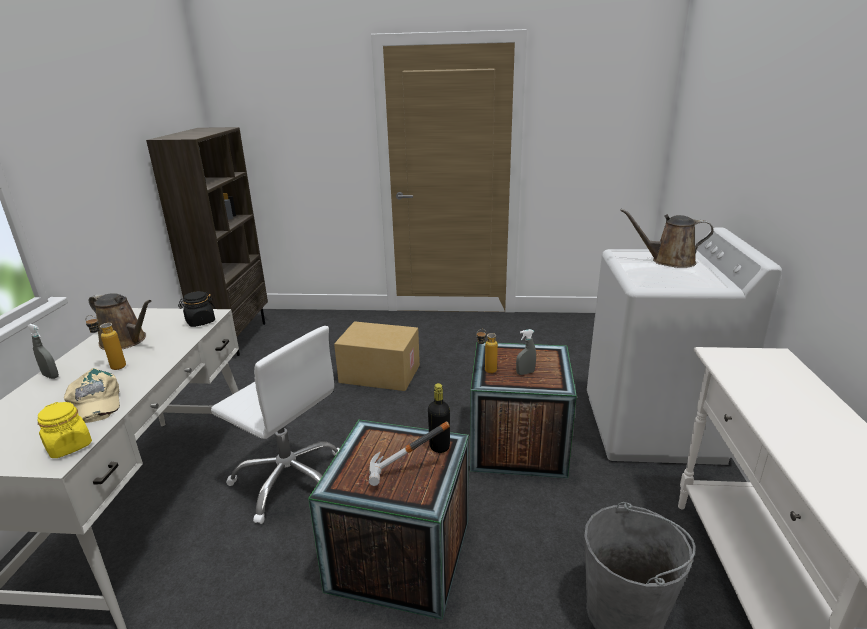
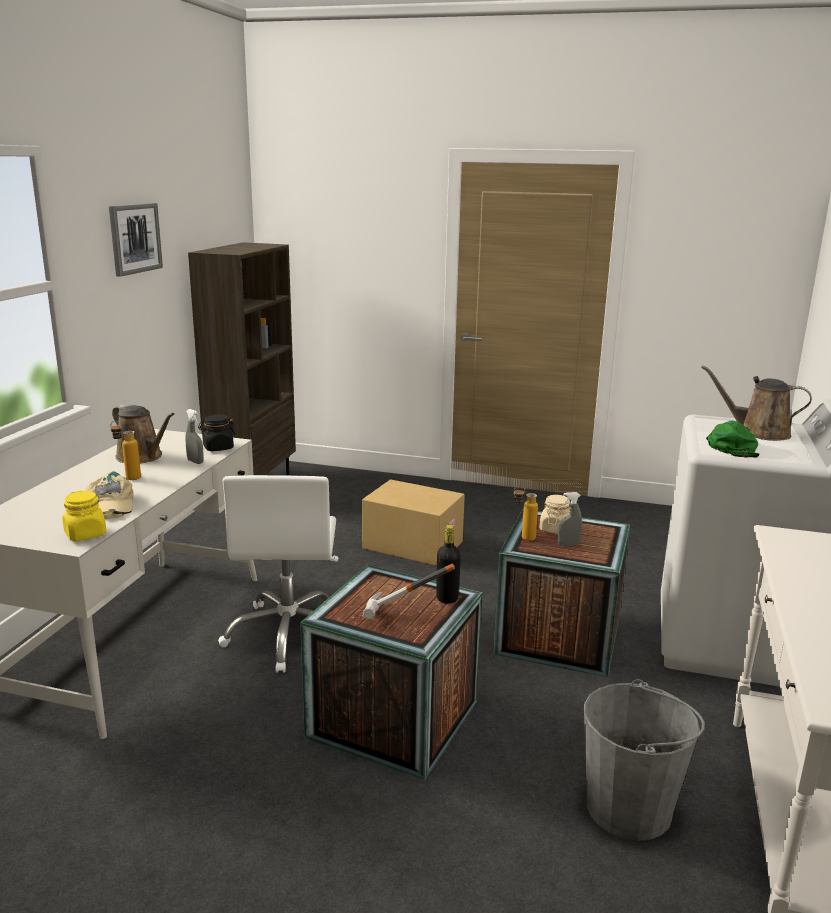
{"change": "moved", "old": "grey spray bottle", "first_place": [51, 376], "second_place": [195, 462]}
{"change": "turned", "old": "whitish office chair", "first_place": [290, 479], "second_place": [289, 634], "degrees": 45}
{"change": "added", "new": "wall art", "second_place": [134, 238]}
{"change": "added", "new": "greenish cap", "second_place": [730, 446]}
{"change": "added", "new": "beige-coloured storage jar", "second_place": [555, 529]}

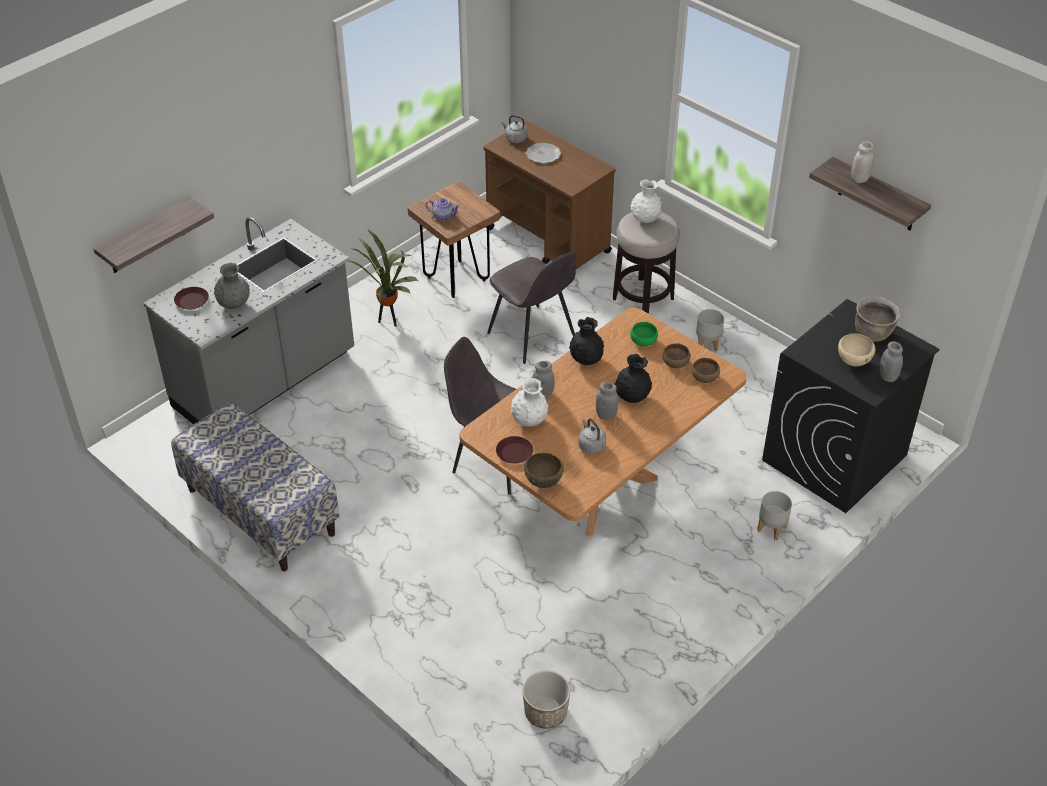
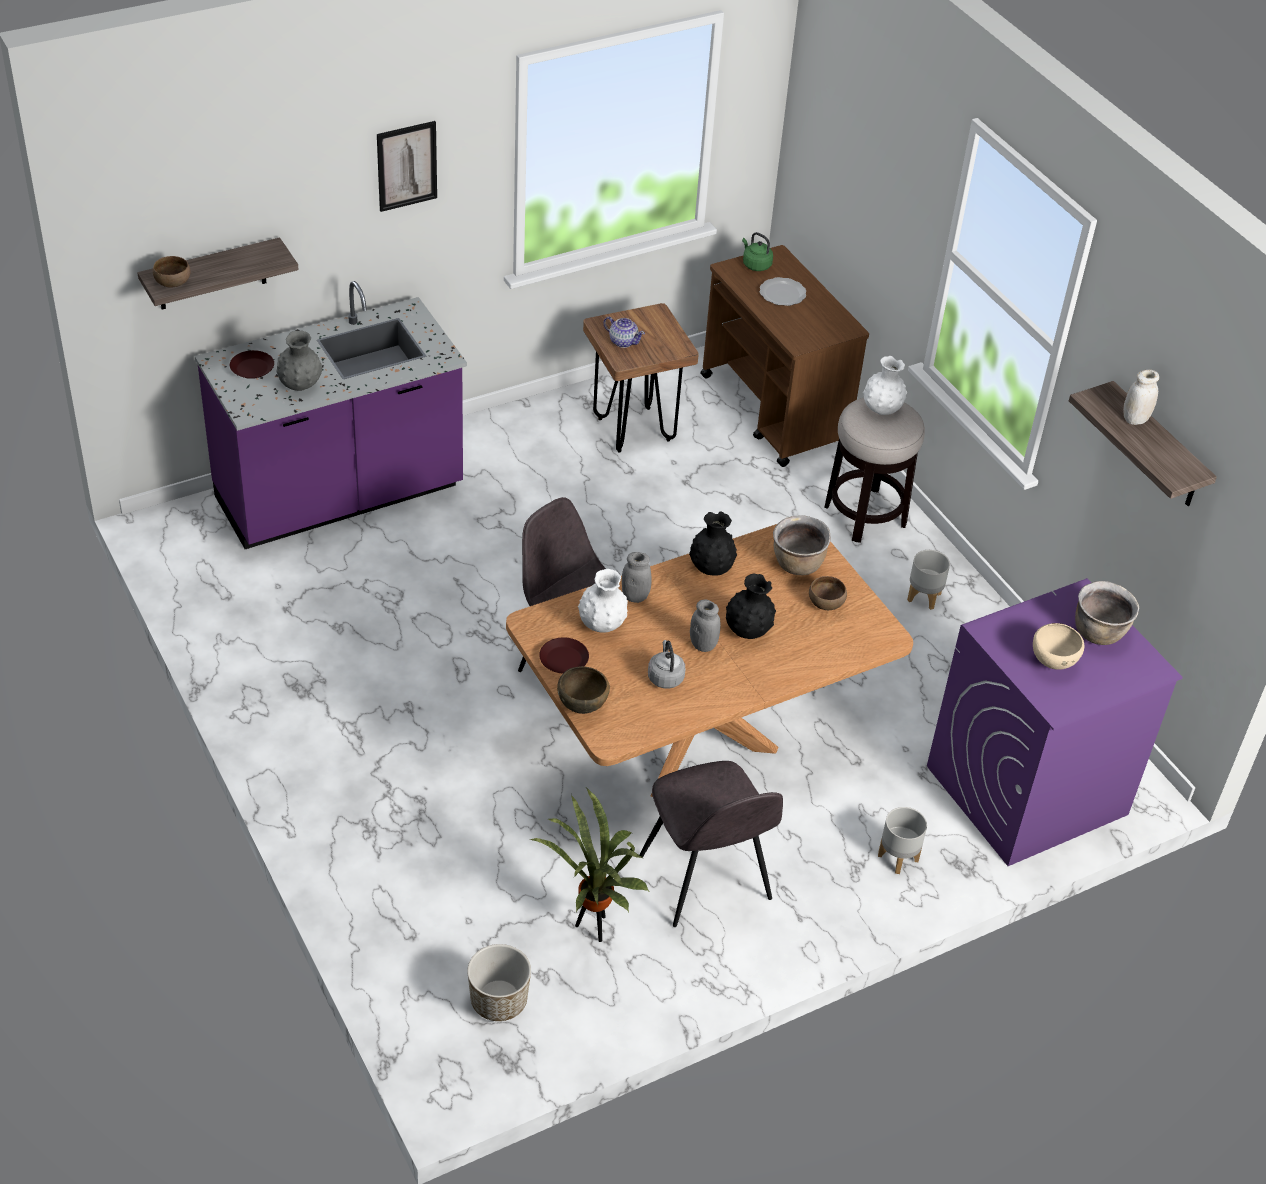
{"change": "recoloured", "old": "grey tea kettle", "new": "greenish tea kettle", "first_place": [515, 138], "second_place": [755, 265]}
{"change": "recoloured", "old": "grey counter", "new": "purple counter", "first_place": [266, 382], "second_place": [340, 497]}
{"change": "moved", "old": "plant in a pot", "first_place": [389, 321], "second_place": [593, 929]}
{"change": "moved", "old": "grey plain chair", "first_place": [532, 336], "second_place": [706, 880]}
{"change": "recoloured", "old": "black laundry machine", "new": "purple laundry machine", "first_place": [834, 458], "second_place": [1026, 791]}
{"change": "replaced", "old": "greenish bowl", "new": "brown stockpot", "first_place": [644, 342], "second_place": [797, 565]}
{"change": "removed", "old": "grey storage jar", "first_place": [888, 377]}
{"change": "moved", "old": "brown bowl", "first_place": [704, 377], "second_place": [172, 282]}
{"change": "removed", "old": "bench", "first_place": [260, 512]}
{"change": "added", "new": "wall art", "second_place": [407, 166]}

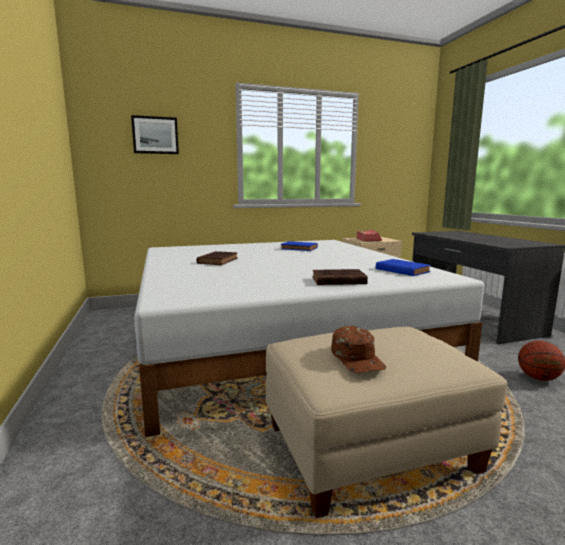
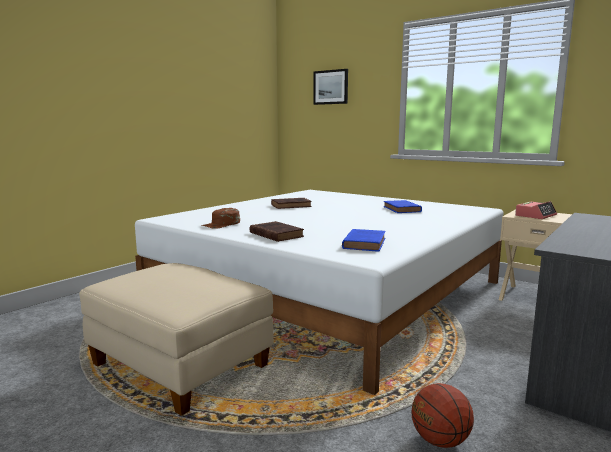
{"change": "moved", "old": "brown cap", "first_place": [357, 358], "second_place": [221, 224]}

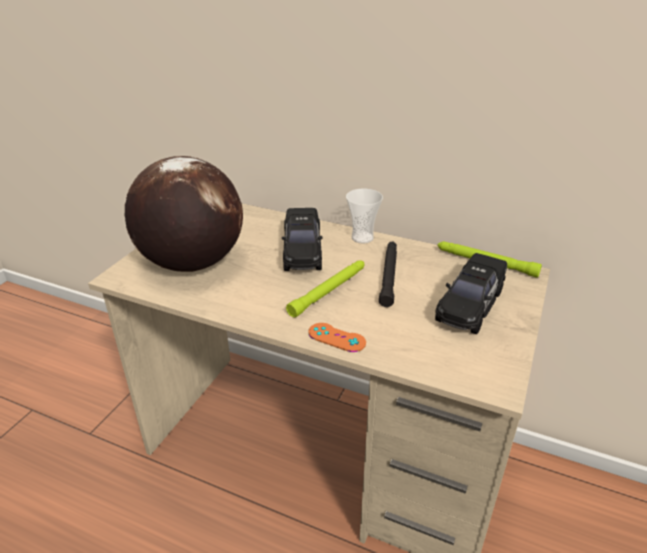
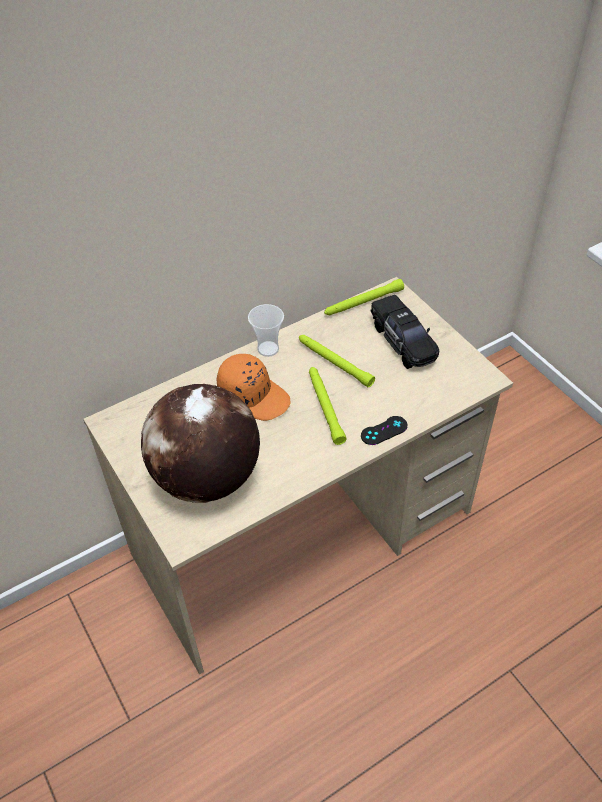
{"change": "replaced", "old": "black model car", "new": "orange cap", "first_place": [302, 251], "second_place": [254, 395]}
{"change": "recoloured", "old": "black flashlight", "new": "greenish flashlight", "first_place": [389, 275], "second_place": [334, 363]}
{"change": "recoloured", "old": "orange game controller", "new": "black game controller", "first_place": [336, 337], "second_place": [384, 430]}

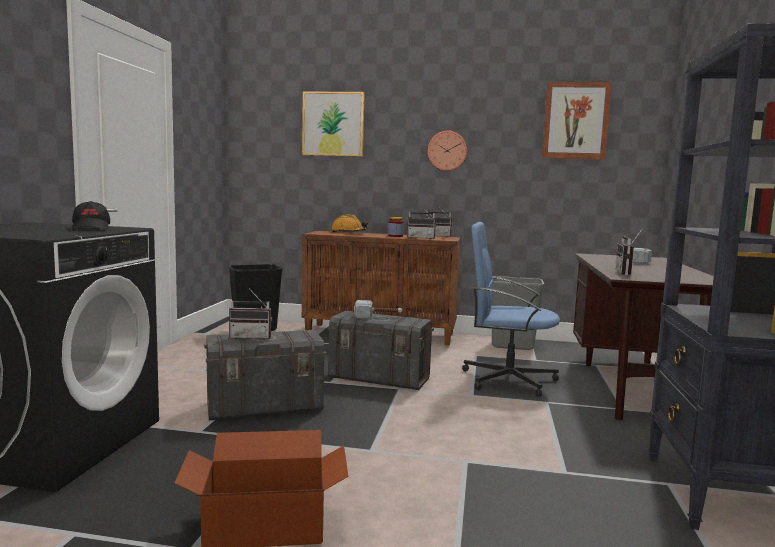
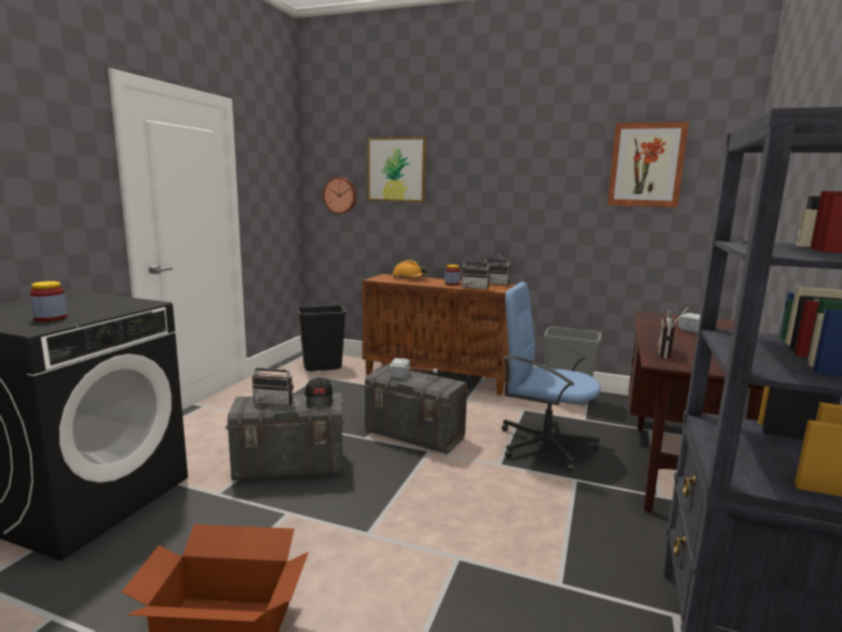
{"change": "moved", "old": "hanging clock", "first_place": [447, 151], "second_place": [340, 195]}
{"change": "moved", "old": "black cap", "first_place": [91, 228], "second_place": [319, 400]}
{"change": "added", "new": "storage jar", "second_place": [51, 318]}

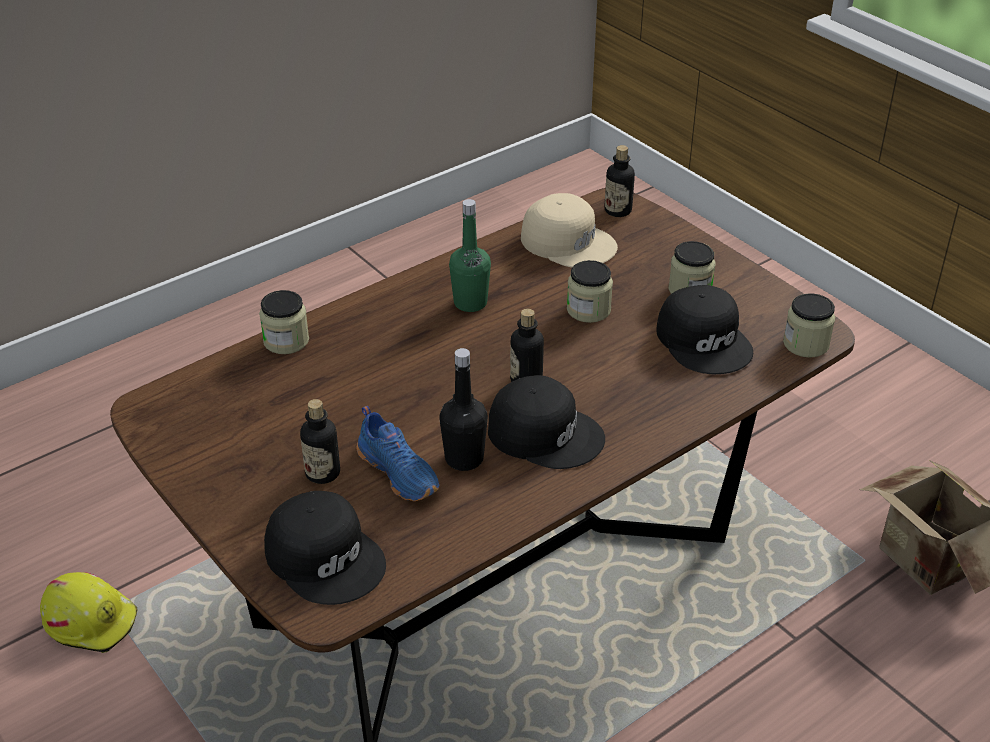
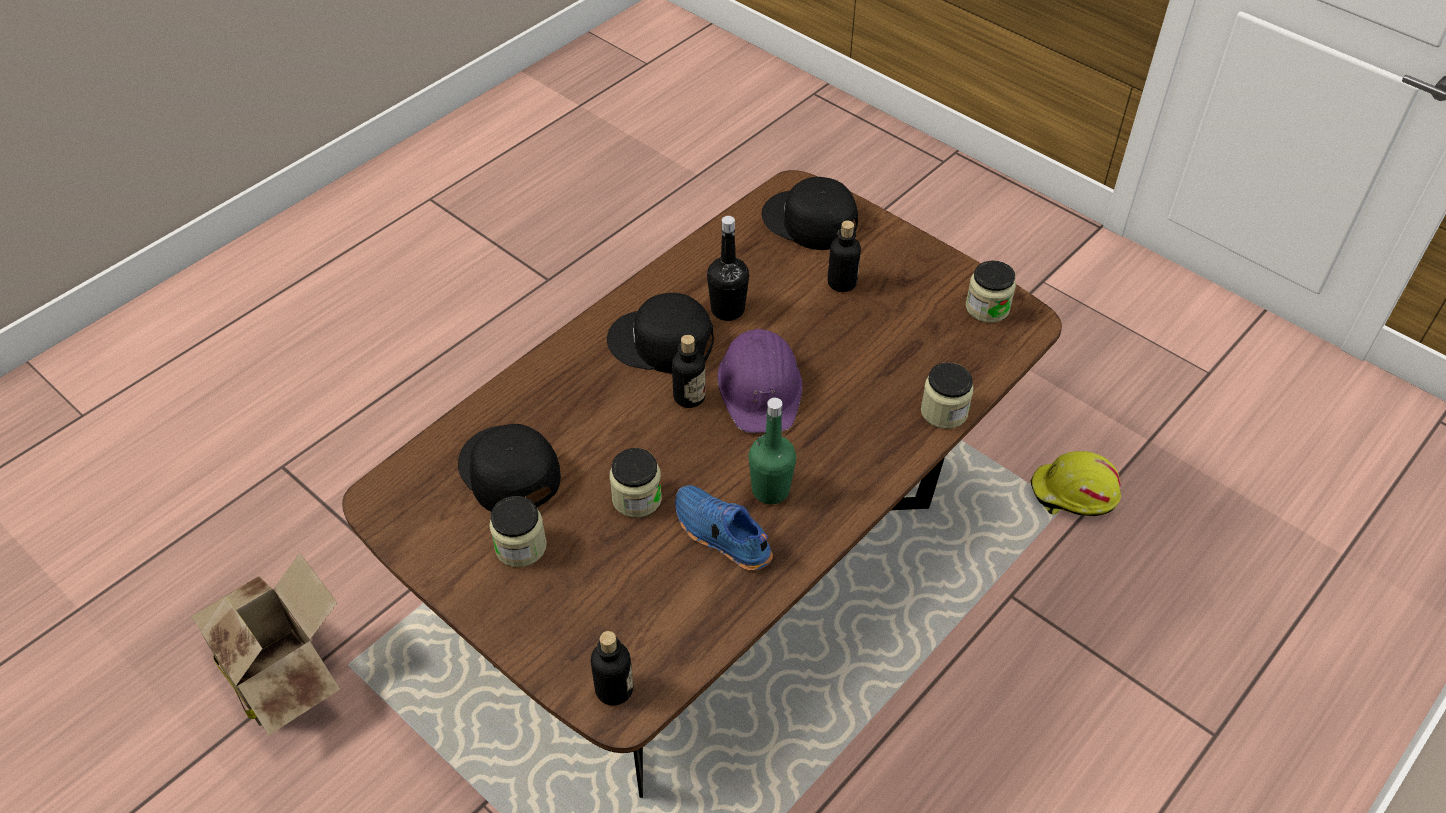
{"change": "removed", "old": "beige-coloured cap", "first_place": [568, 242]}
{"change": "moved", "old": "storage jar", "first_place": [806, 344], "second_place": [987, 308]}
{"change": "moved", "old": "bluish shoe", "first_place": [400, 472], "second_place": [720, 536]}
{"change": "added", "new": "purple work helmet", "second_place": [760, 387]}

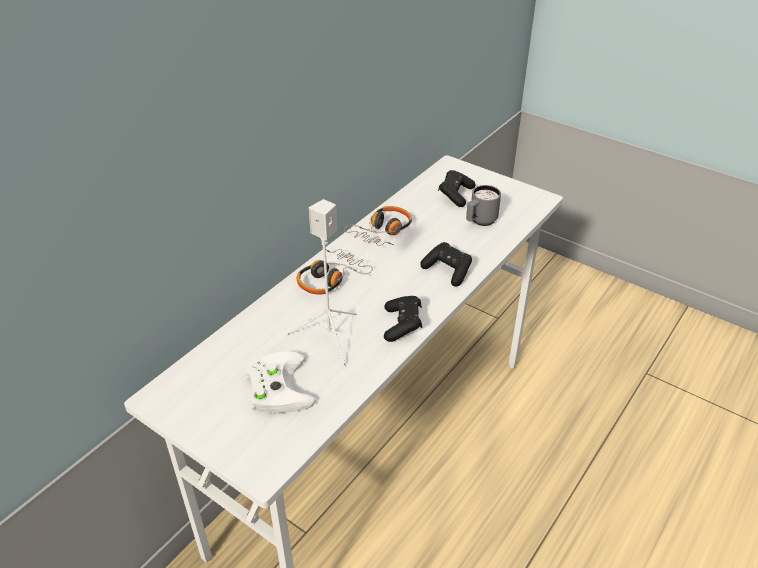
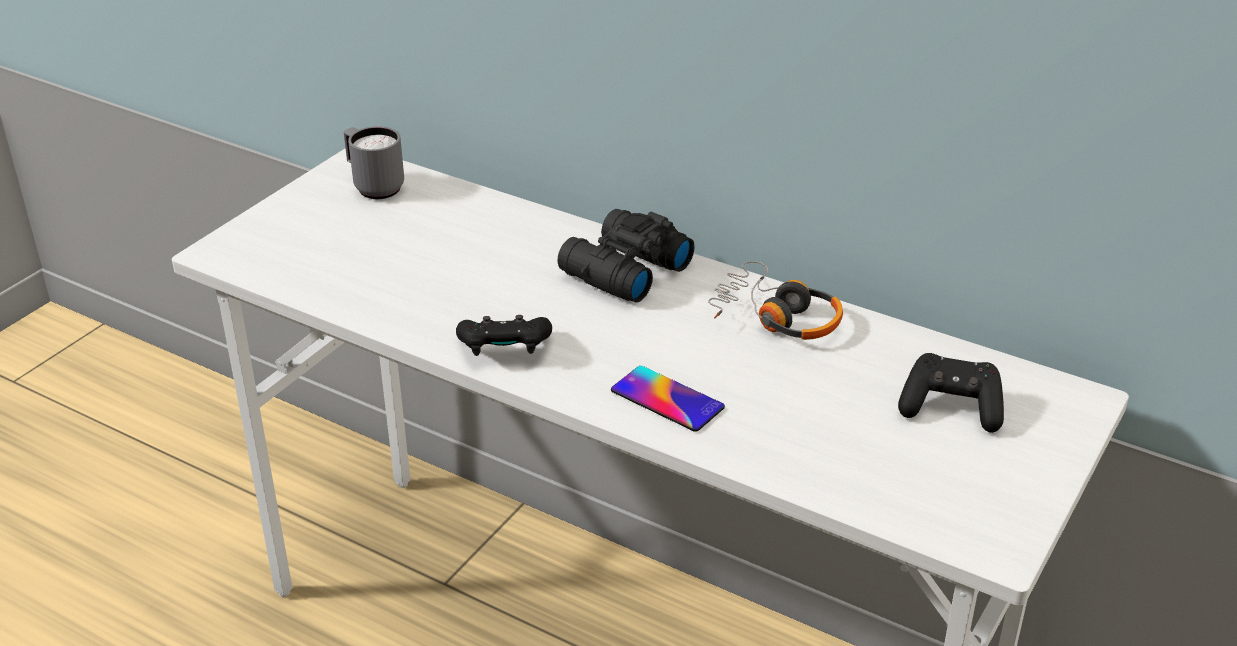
{"change": "moved", "old": "grey tea mug", "first_place": [480, 221], "second_place": [374, 187]}
{"change": "removed", "old": "whitish audio speaker", "first_place": [330, 338]}
{"change": "replaced", "old": "black game controller", "new": "handset", "first_place": [447, 271], "second_place": [667, 399]}
{"change": "replaced", "old": "pair of headphones", "new": "black binoculars", "first_place": [330, 278], "second_place": [622, 271]}
{"change": "removed", "old": "whitish game controller", "first_place": [276, 386]}

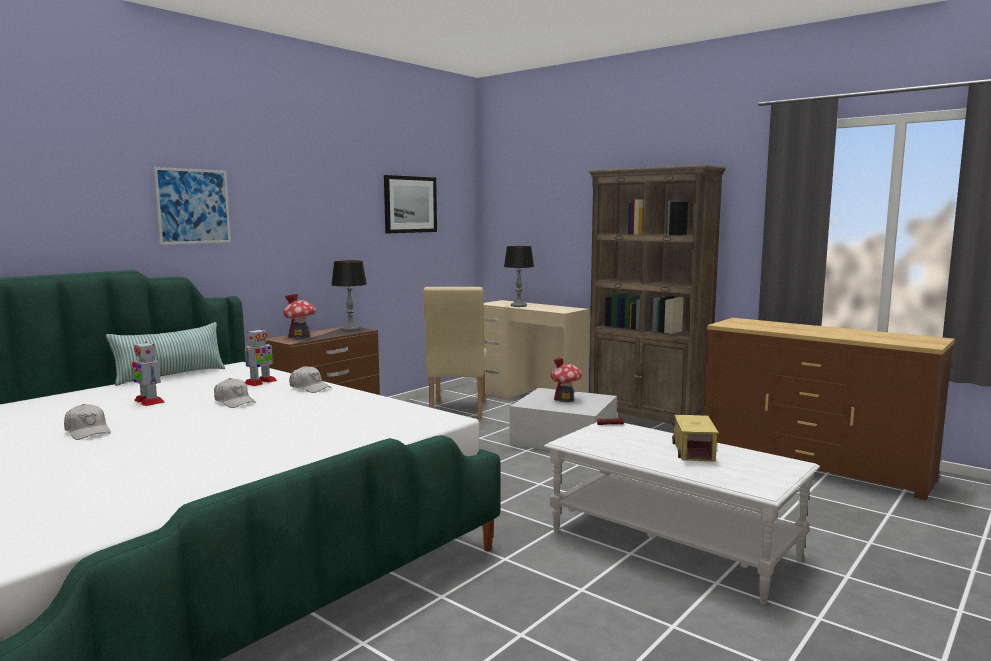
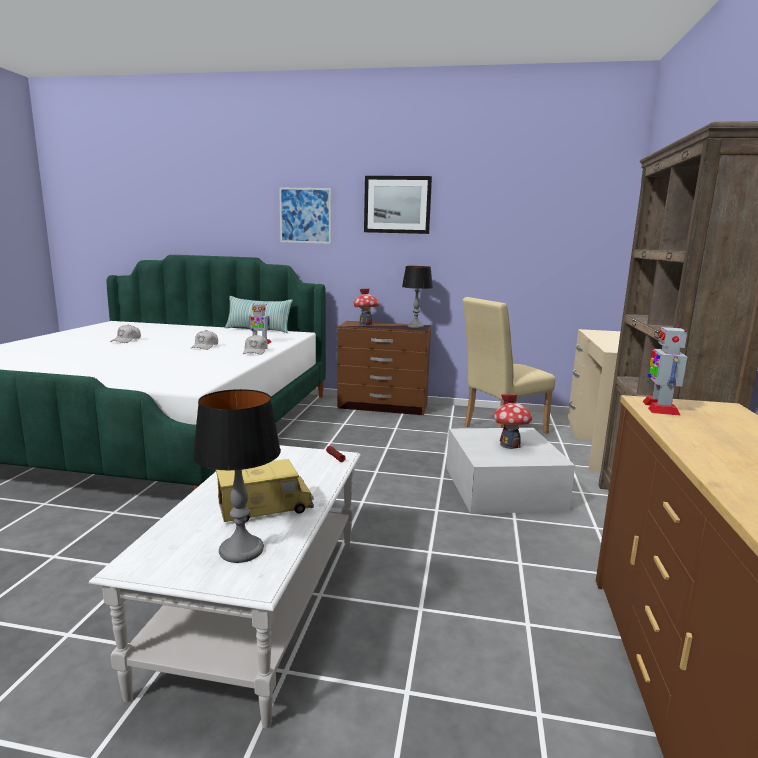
{"change": "moved", "old": "wall art", "first_place": [410, 204], "second_place": [397, 205]}
{"change": "moved", "old": "tabletop lamp", "first_place": [518, 306], "second_place": [241, 550]}
{"change": "moved", "old": "toy robot", "first_place": [149, 401], "second_place": [660, 408]}

